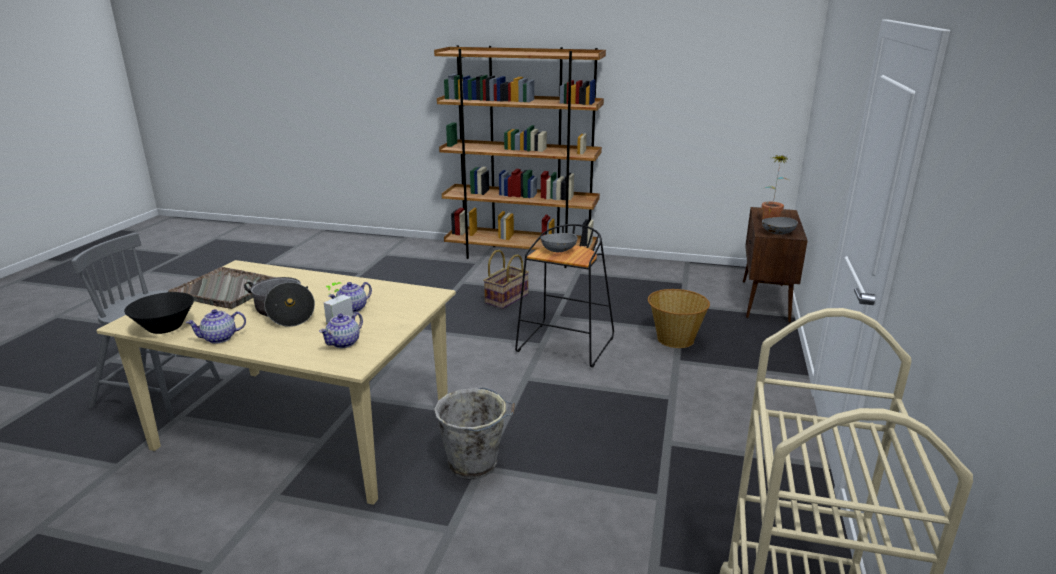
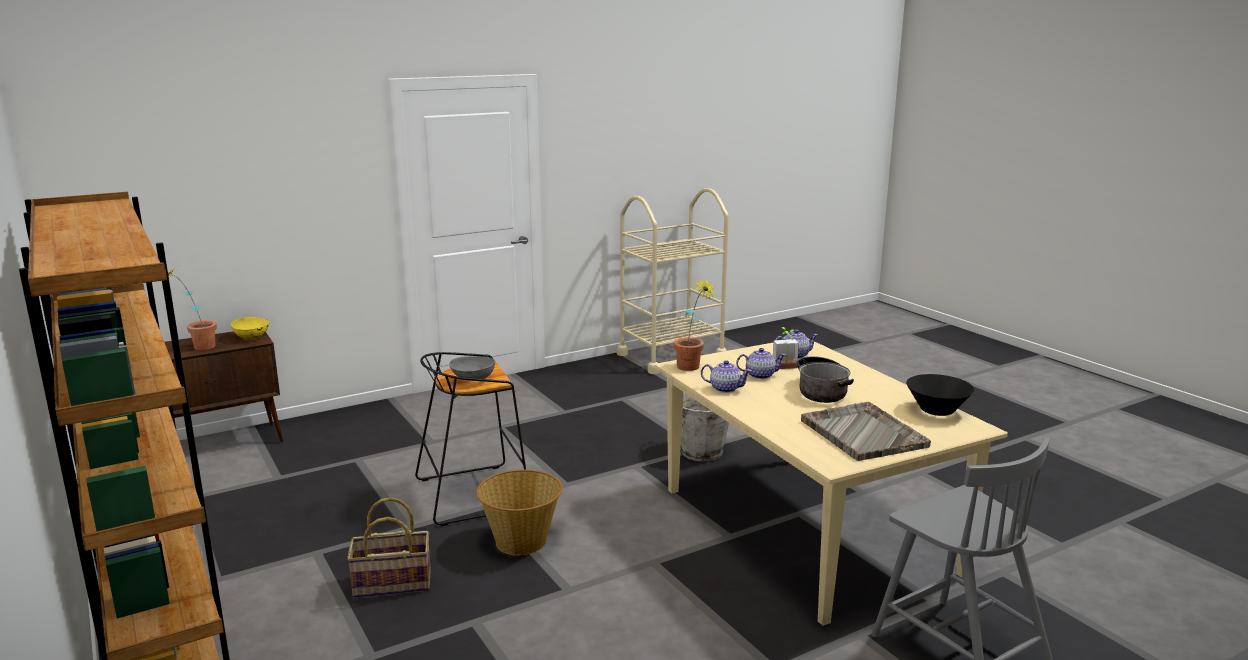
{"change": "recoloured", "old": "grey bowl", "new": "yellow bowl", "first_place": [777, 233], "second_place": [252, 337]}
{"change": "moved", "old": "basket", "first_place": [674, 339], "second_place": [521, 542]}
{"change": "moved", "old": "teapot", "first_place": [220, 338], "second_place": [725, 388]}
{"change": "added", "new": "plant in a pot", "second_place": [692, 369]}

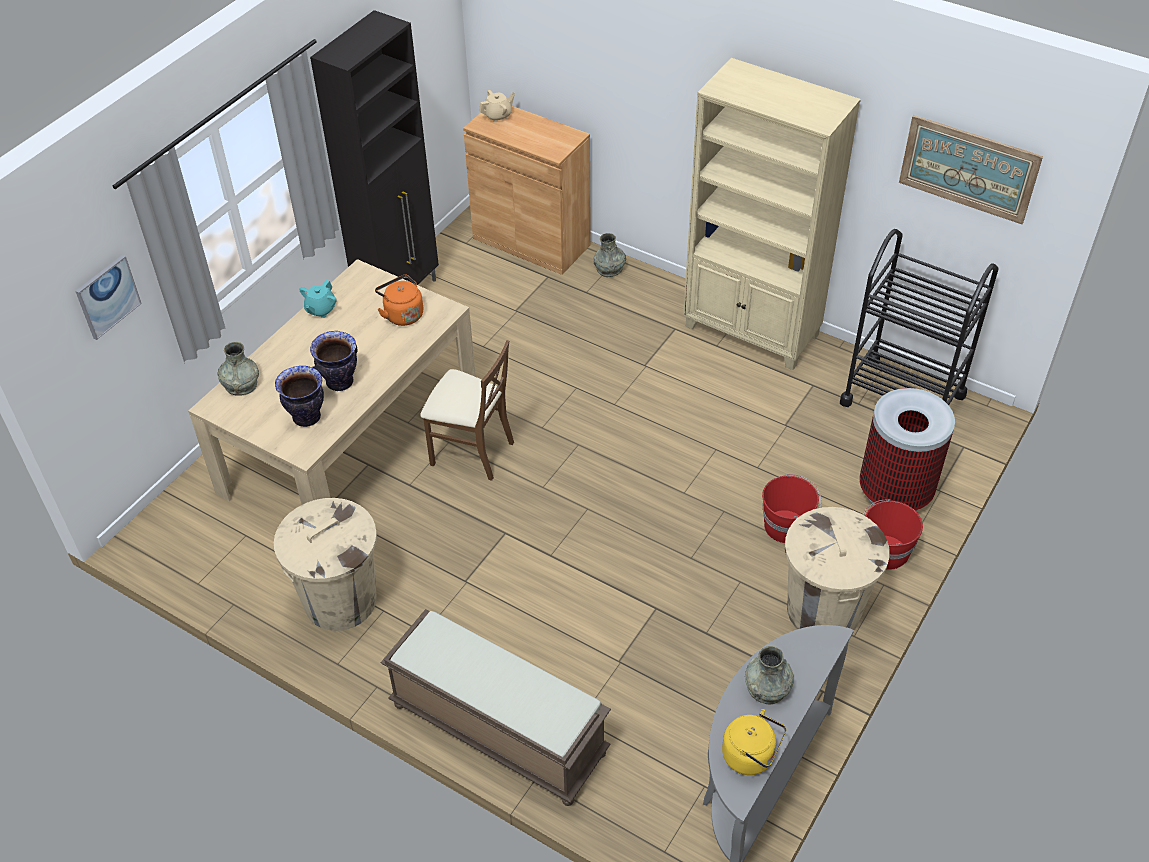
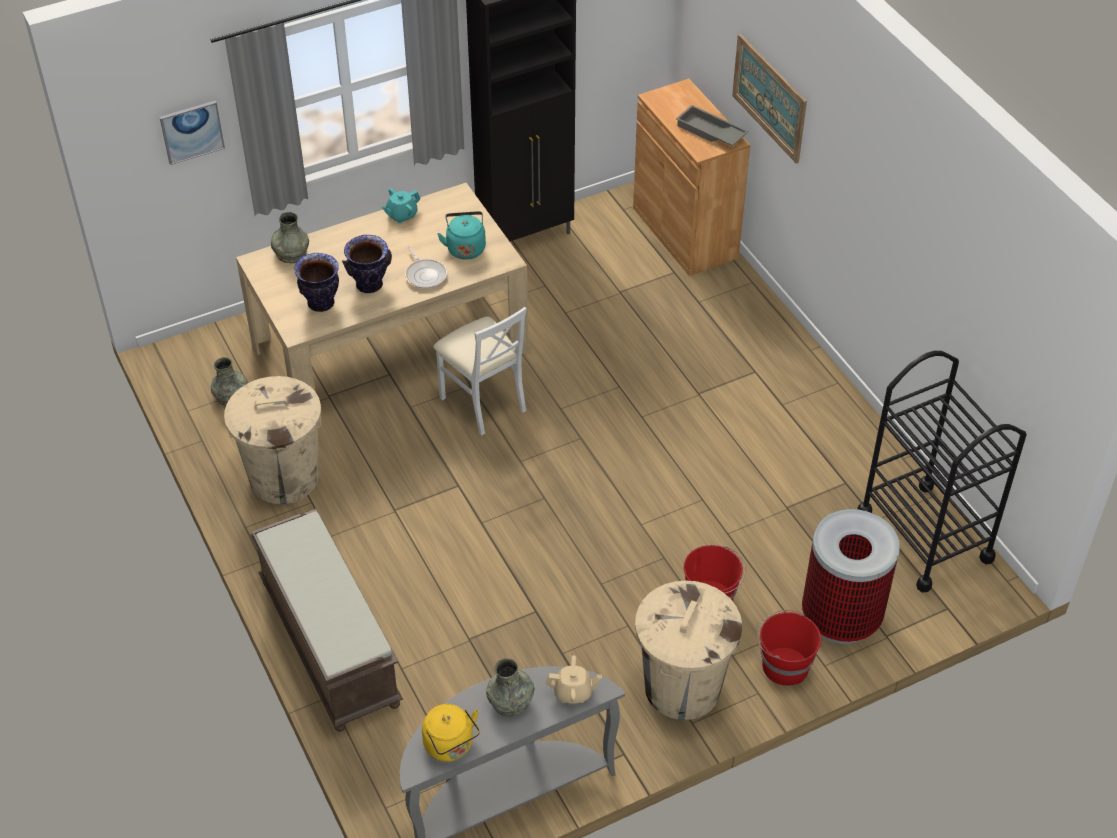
{"change": "removed", "old": "beige-coloured bookcase", "first_place": [752, 332]}
{"change": "moved", "old": "beige-coloured teapot", "first_place": [498, 116], "second_place": [573, 692]}
{"change": "moved", "old": "wall art", "first_place": [968, 168], "second_place": [769, 97]}
{"change": "moved", "old": "grey vase", "first_place": [609, 268], "second_place": [231, 396]}
{"change": "recoloured", "old": "orange tea kettle", "new": "turquoise tea kettle", "first_place": [402, 314], "second_place": [465, 247]}
{"change": "recoloured", "old": "brown plain chair", "new": "whitish plain chair", "first_place": [471, 452], "second_place": [483, 402]}
{"change": "added", "new": "grey carrying tray", "second_place": [710, 132]}
{"change": "added", "new": "skillet", "second_place": [425, 274]}

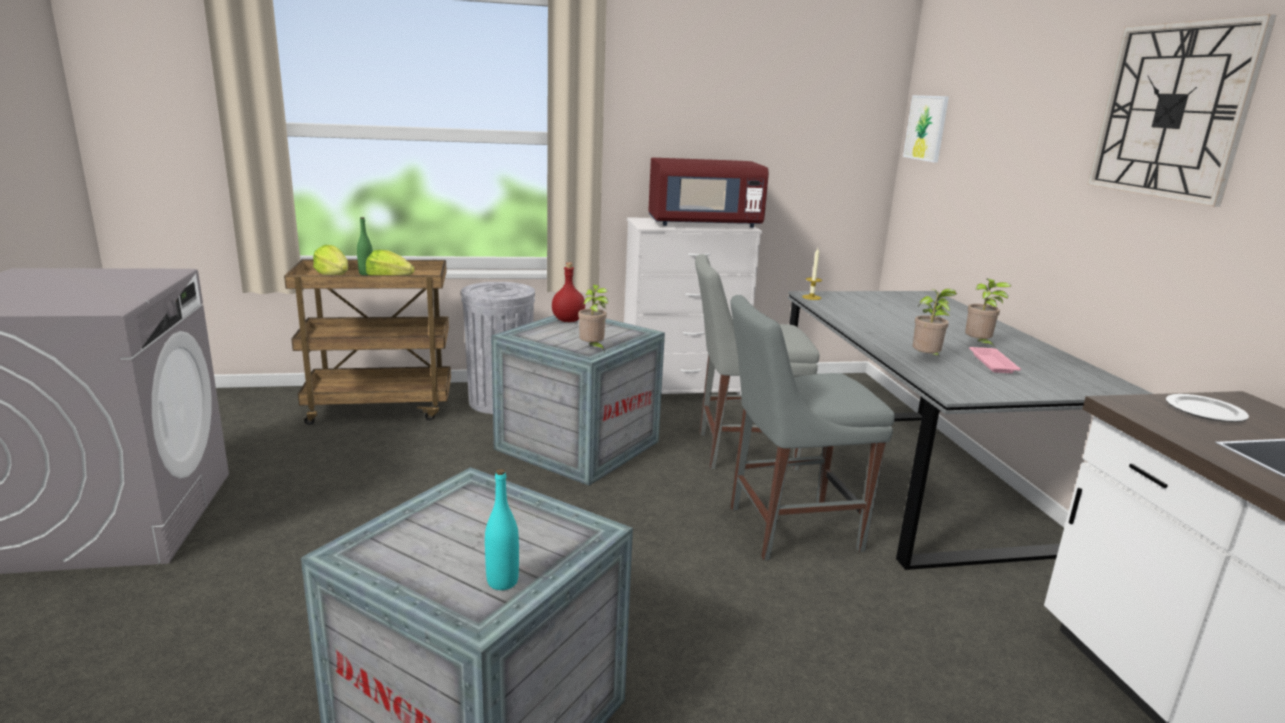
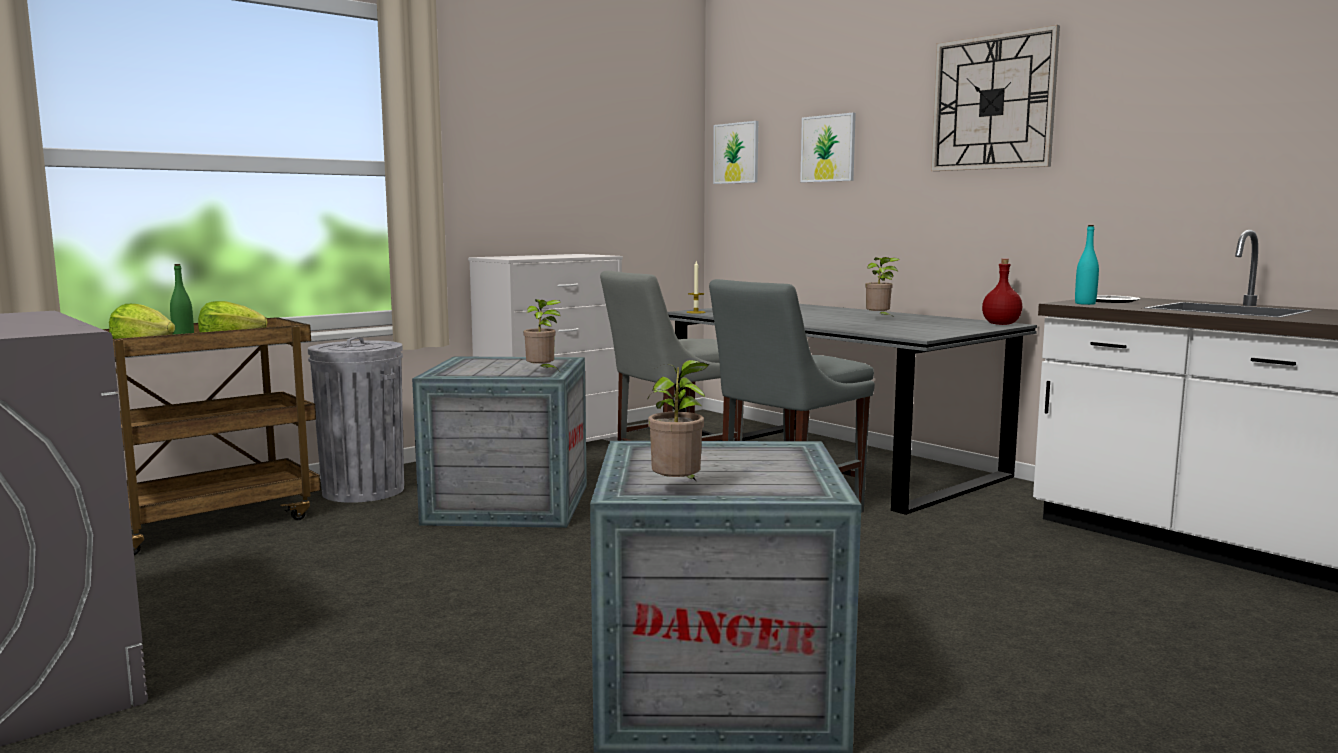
{"change": "removed", "old": "red kitchen microwave", "first_place": [704, 224]}
{"change": "moved", "old": "red drink bottle", "first_place": [568, 320], "second_place": [1001, 324]}
{"change": "moved", "old": "plant in a pot", "first_place": [926, 359], "second_place": [678, 489]}
{"change": "removed", "old": "pinkish carrying tray", "first_place": [992, 363]}
{"change": "moved", "old": "turquoise drink bottle", "first_place": [502, 582], "second_place": [1085, 303]}
{"change": "added", "new": "wall art", "second_place": [828, 148]}

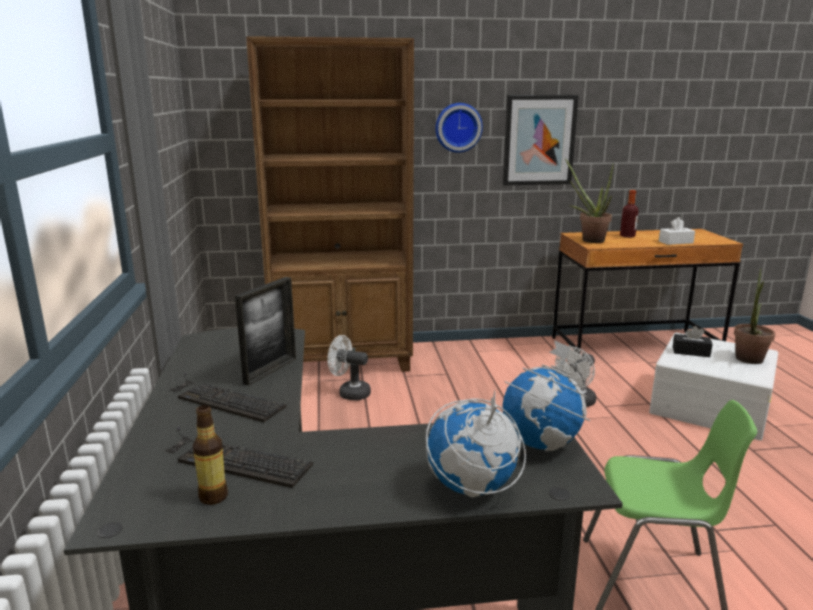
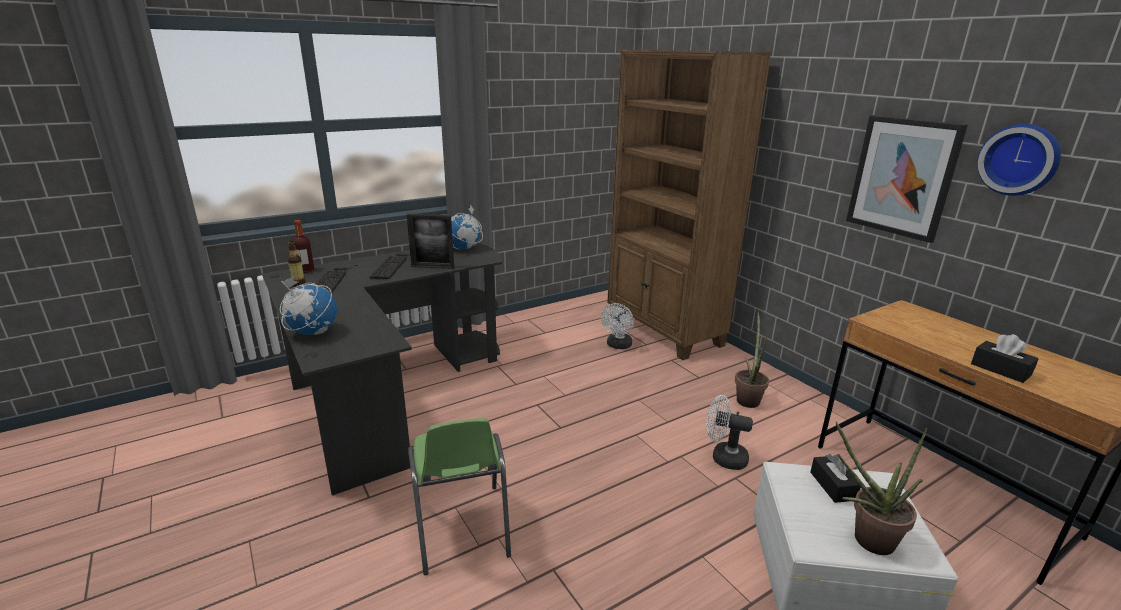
{"change": "moved", "old": "hanging clock", "first_place": [458, 127], "second_place": [1019, 159]}
{"change": "moved", "old": "plant in a pot", "first_place": [588, 240], "second_place": [747, 398]}
{"change": "moved", "old": "drink bottle", "first_place": [627, 236], "second_place": [306, 270]}
{"change": "recoloured", "old": "whitish box of tissues", "new": "black box of tissues", "first_place": [675, 242], "second_place": [1000, 369]}
{"change": "turned", "old": "whitish electric fan", "first_place": [349, 393], "second_place": [618, 346], "degrees": -150}
{"change": "moved", "old": "globe", "first_place": [542, 443], "second_place": [464, 249]}

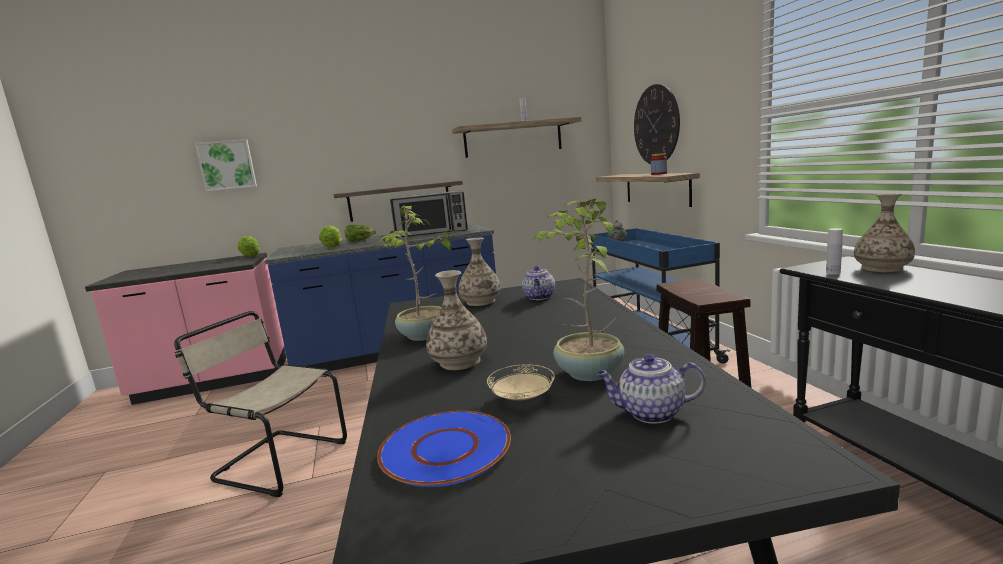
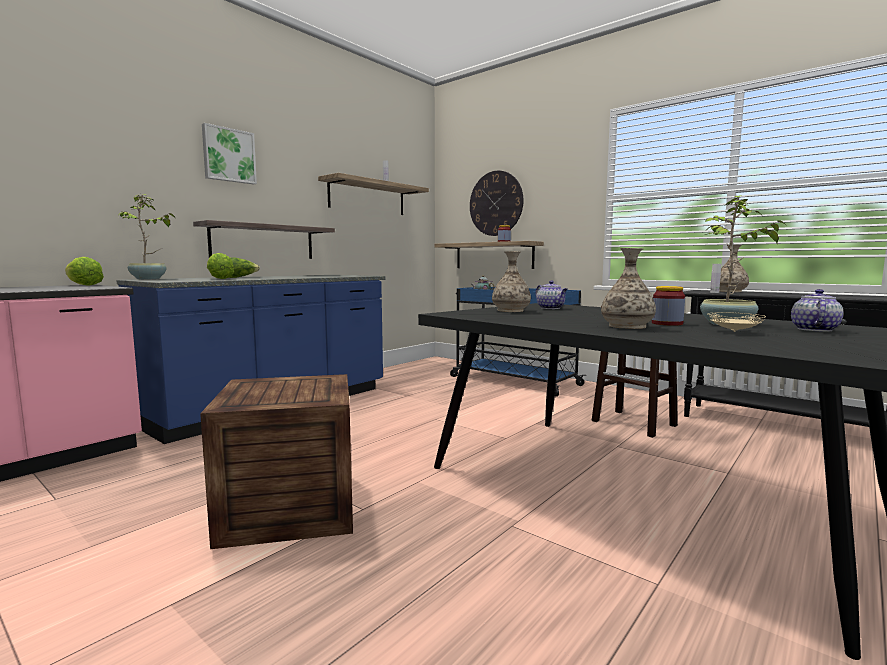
{"change": "moved", "old": "wall art", "first_place": [227, 165], "second_place": [228, 155]}
{"change": "removed", "old": "kitchen microwave", "first_place": [432, 233]}
{"change": "moved", "old": "plant in a pot", "first_place": [424, 336], "second_place": [148, 279]}
{"change": "replaced", "old": "beige-coloured plain chair", "new": "shipping crate", "first_place": [277, 461], "second_place": [290, 508]}
{"change": "turned", "old": "teapot", "first_place": [650, 413], "second_place": [813, 329], "degrees": 150}
{"change": "removed", "old": "bluish plate", "first_place": [445, 448]}
{"change": "added", "new": "storage jar", "second_place": [667, 323]}

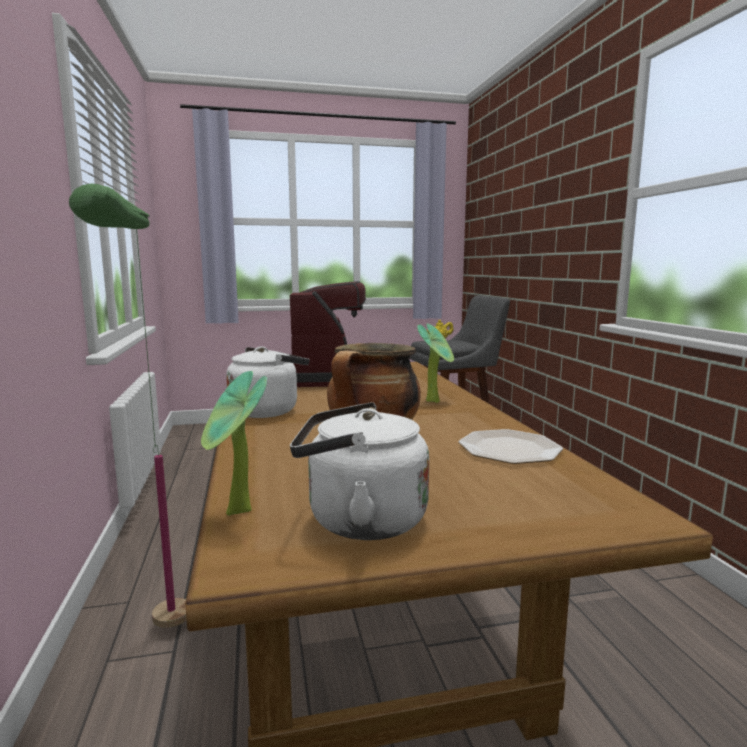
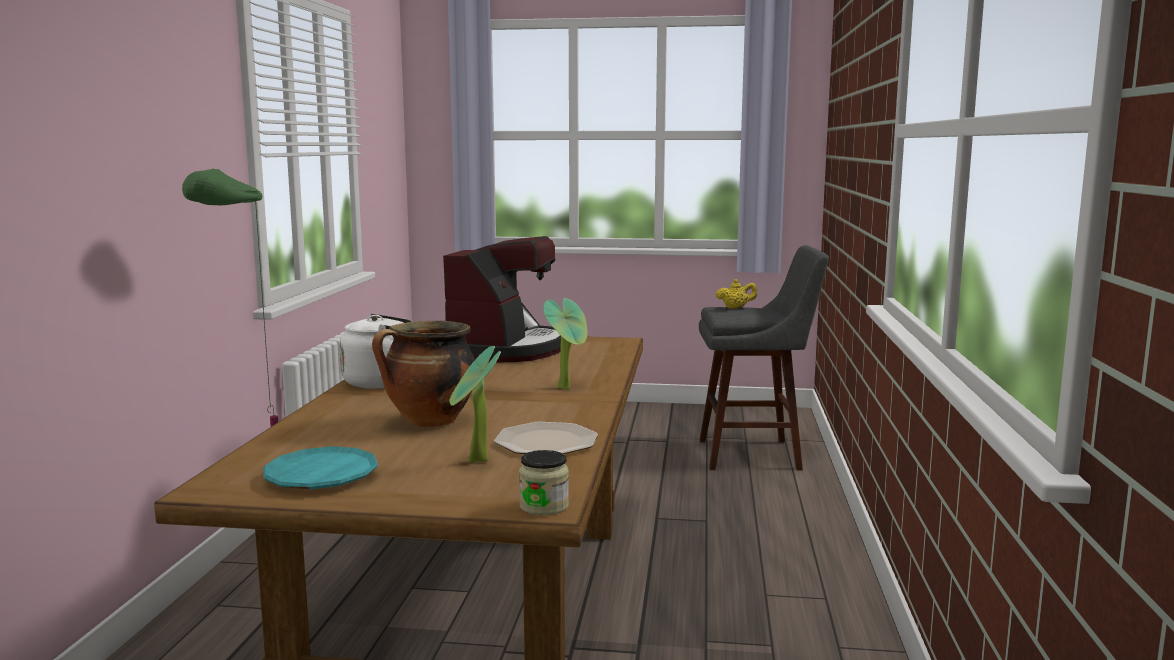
{"change": "moved", "old": "plant in a pot", "first_place": [237, 514], "second_place": [476, 462]}
{"change": "replaced", "old": "whitish tea kettle", "new": "turquoise plate", "first_place": [359, 520], "second_place": [321, 476]}
{"change": "added", "new": "storage jar", "second_place": [544, 506]}

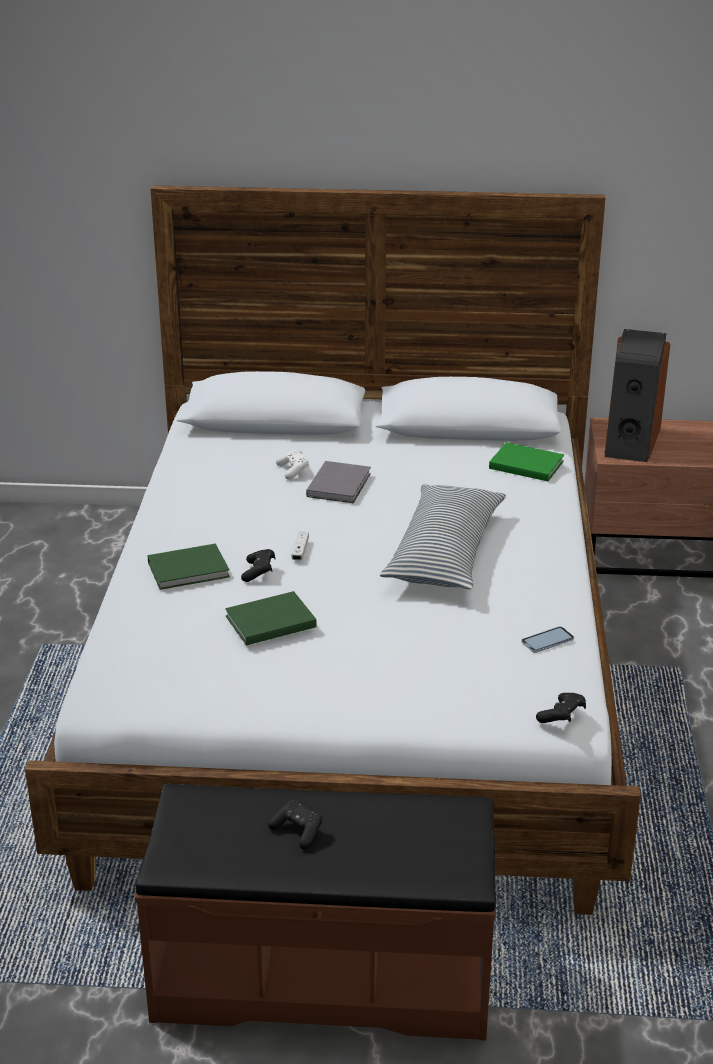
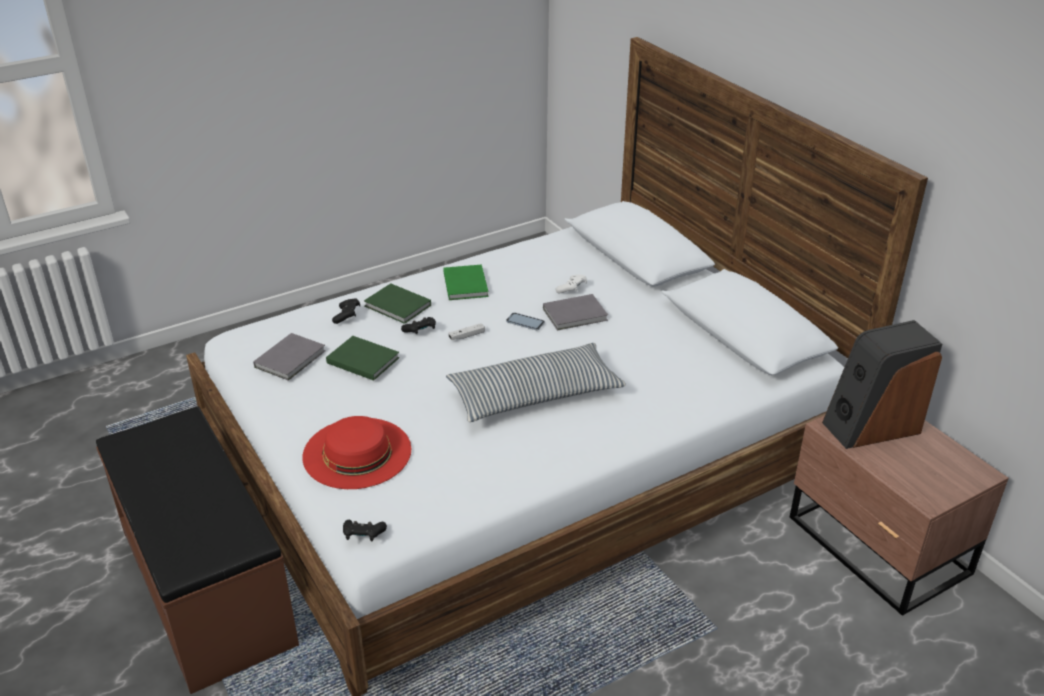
{"change": "moved", "old": "greenish book", "first_place": [525, 464], "second_place": [466, 284]}
{"change": "moved", "old": "handset", "first_place": [547, 641], "second_place": [525, 322]}
{"change": "moved", "old": "black game controller", "first_place": [298, 831], "second_place": [347, 316]}
{"change": "added", "new": "grey book", "second_place": [292, 358]}
{"change": "added", "new": "red clothing hat", "second_place": [357, 452]}

